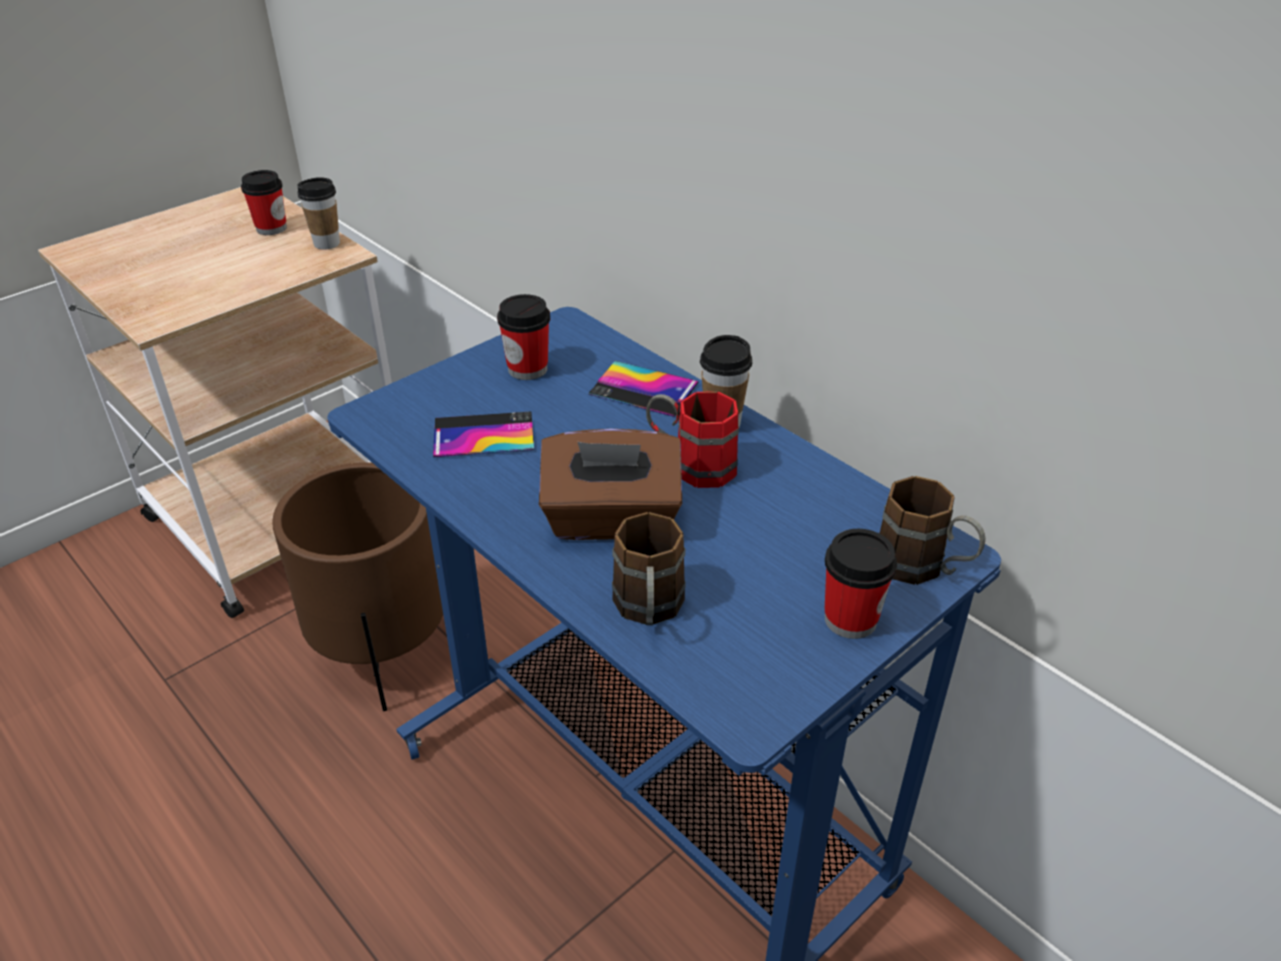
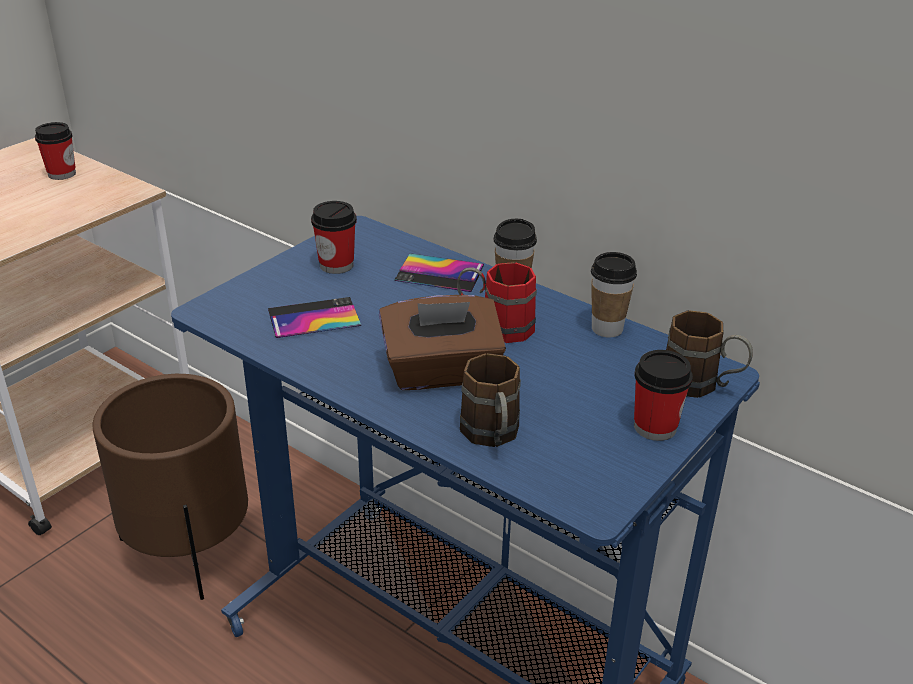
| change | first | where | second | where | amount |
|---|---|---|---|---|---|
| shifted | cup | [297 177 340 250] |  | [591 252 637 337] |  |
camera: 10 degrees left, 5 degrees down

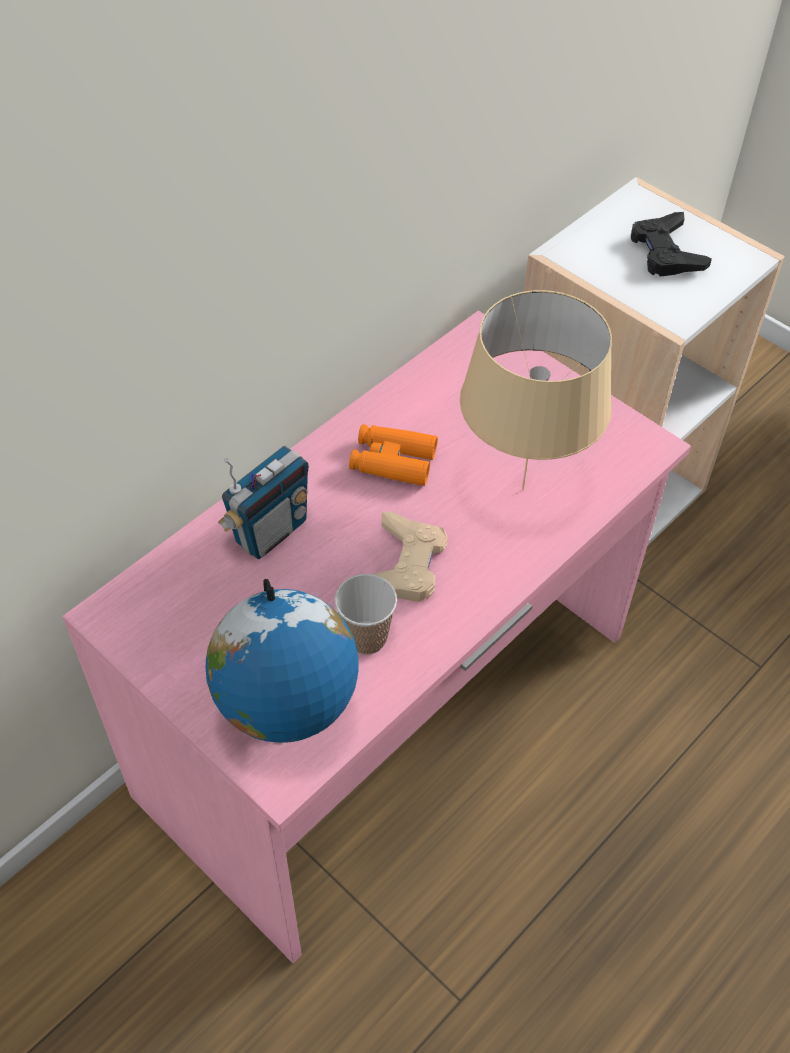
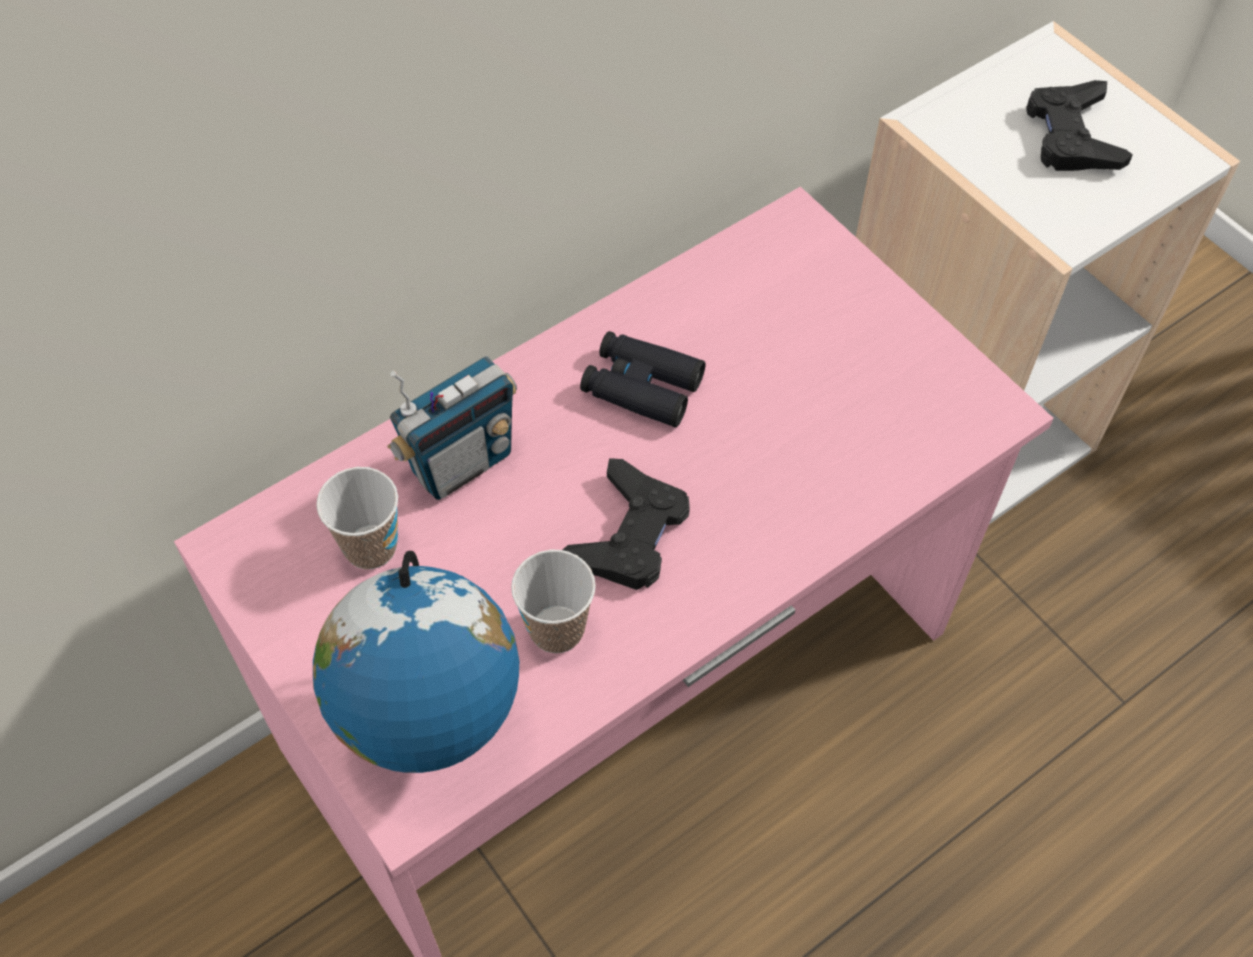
| change | first | where | second | where | amount |
|---|---|---|---|---|---|
| new |  |  | cup | [317 467 398 569] |  |
| repainted | beige game controller | [373 511 448 602] | black game controller | [563 458 690 590] |  |
| repainted | orange binoculars | [349 424 438 486] | black binoculars | [580 331 706 427] |  |
| gone | beige table lamp | [460 290 612 491] |  |  |  |
camera: 10 degrees right, 5 degrees up

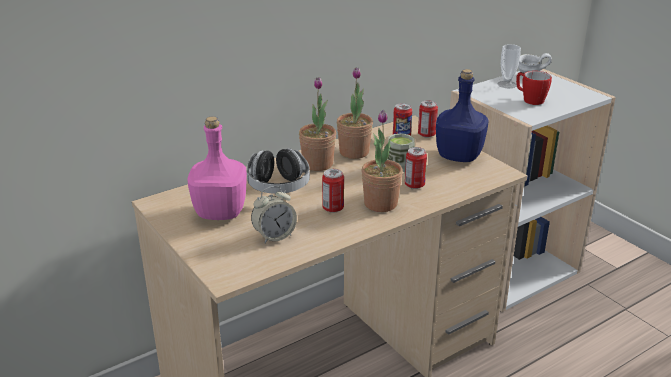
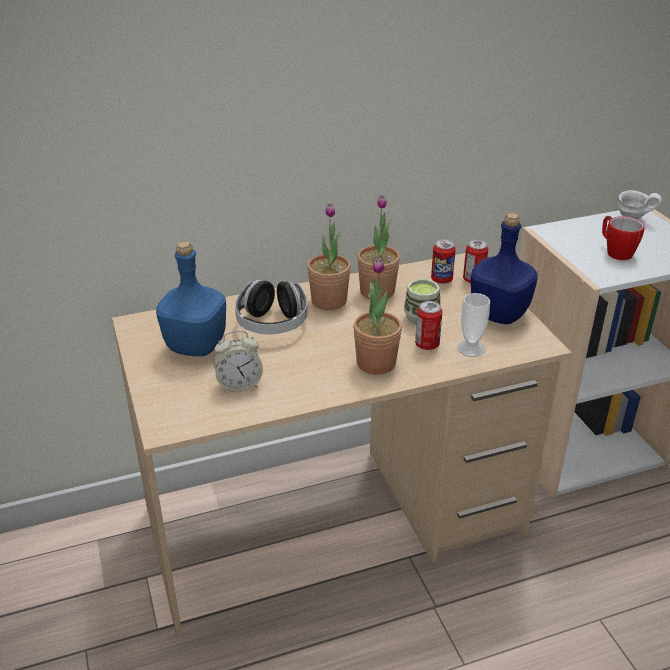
| change | first | where | second | where | amount |
|---|---|---|---|---|---|
| repainted | pink bottle | [187 116 247 220] | blue bottle | [156 241 226 356] |  |
| shifted | cup | [498 44 521 88] |  | [457 293 490 357] |  |
| gone | can | [322 169 344 213] |  |  |  |
camera: 15 degrees right, 5 degrees up

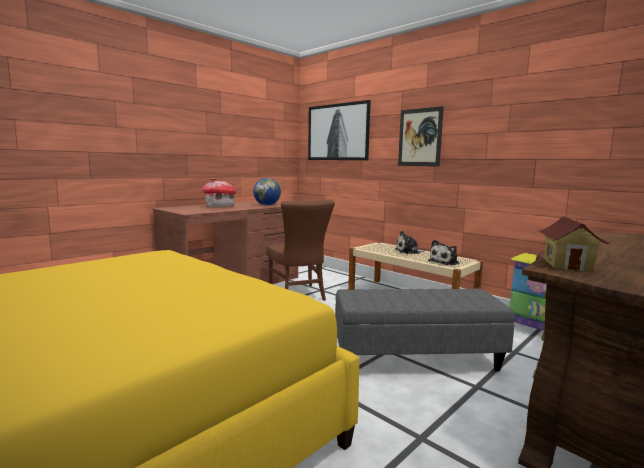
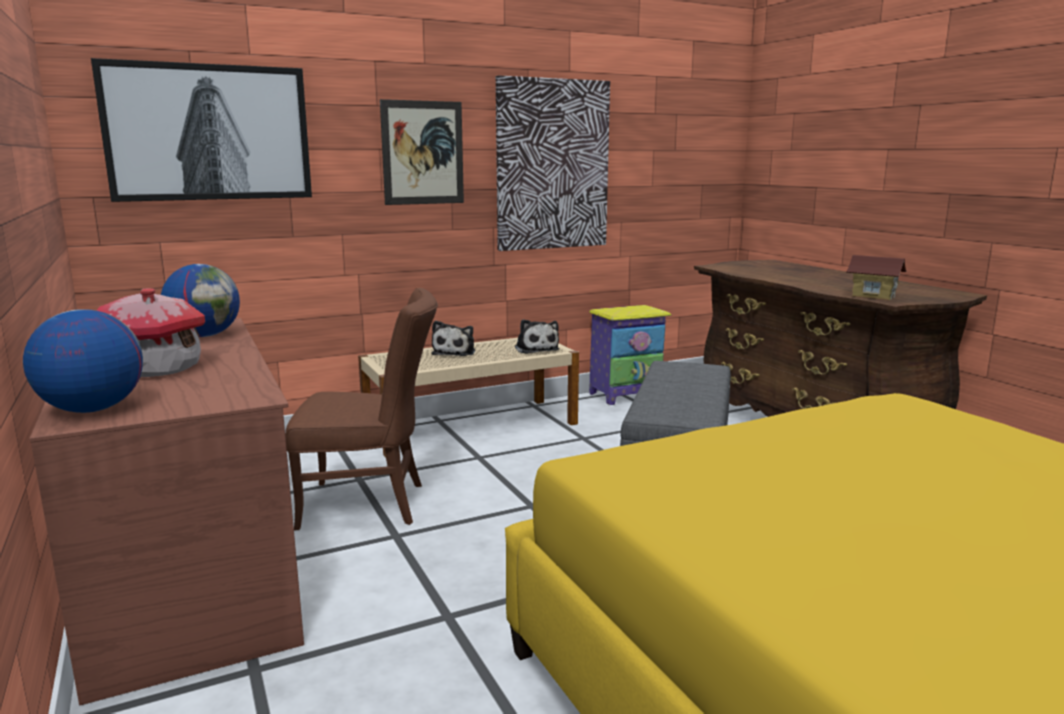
| change | first | where | second | where | amount |
|---|---|---|---|---|---|
| new |  |  | globe | [23 309 143 413] |  |
| new |  |  | picture | [496 75 610 251] |  |
camera: 70 degrees left, 5 degrees up

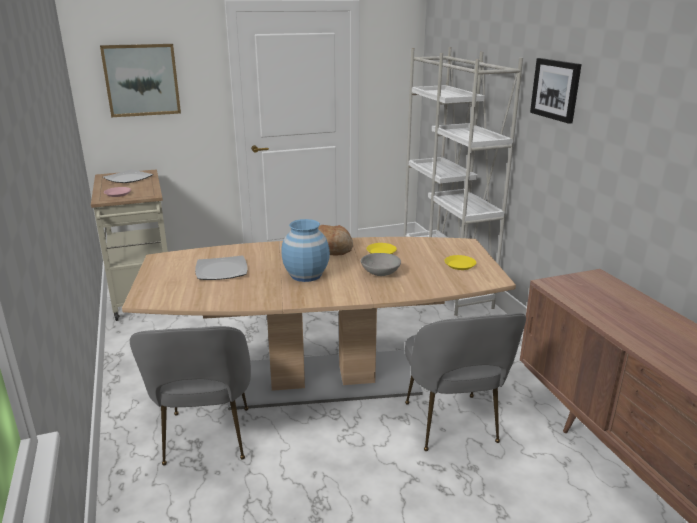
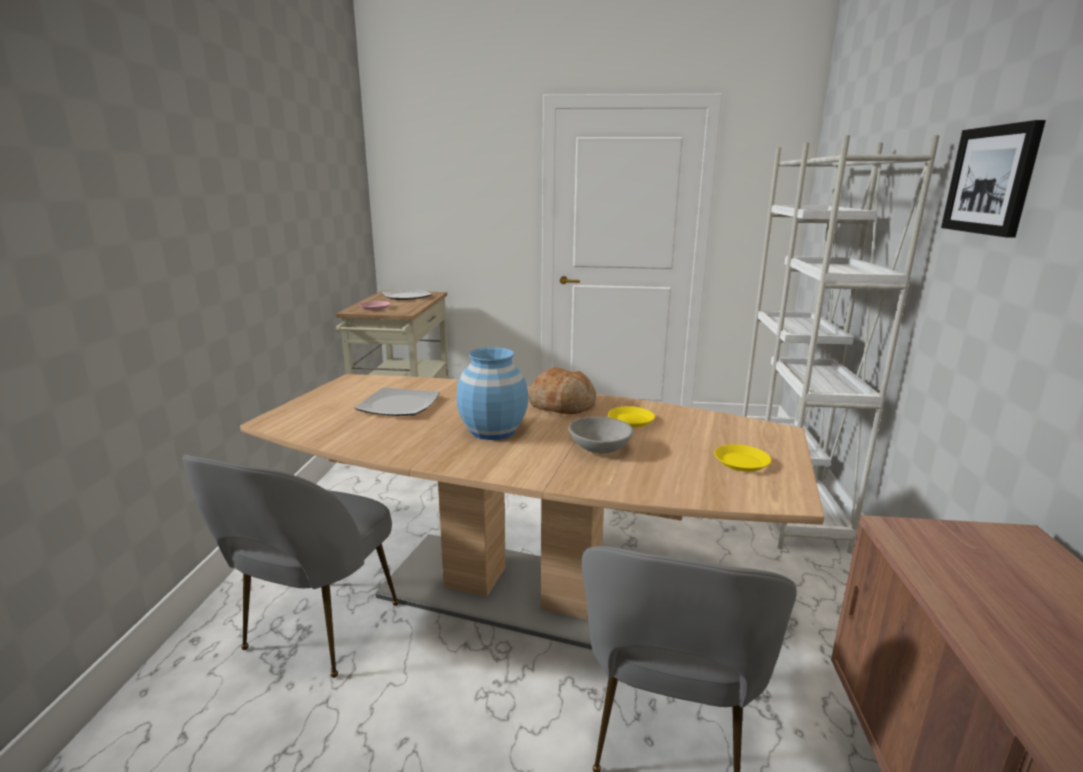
| change | first | where | second | where | amount |
|---|---|---|---|---|---|
| gone | picture | [100 44 181 117] |  |  |  |
camera: 25 degrees right, 5 degrees down

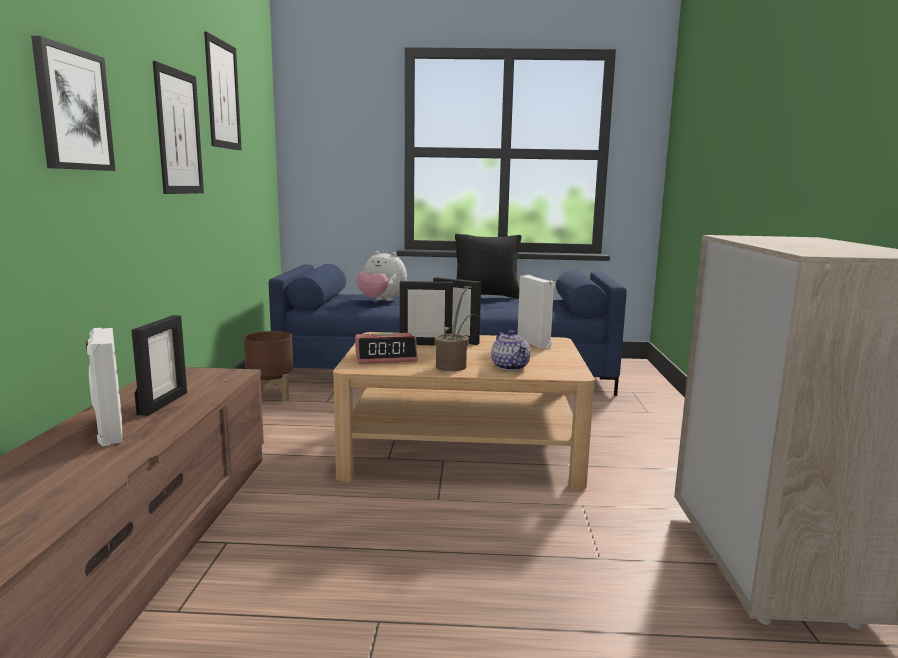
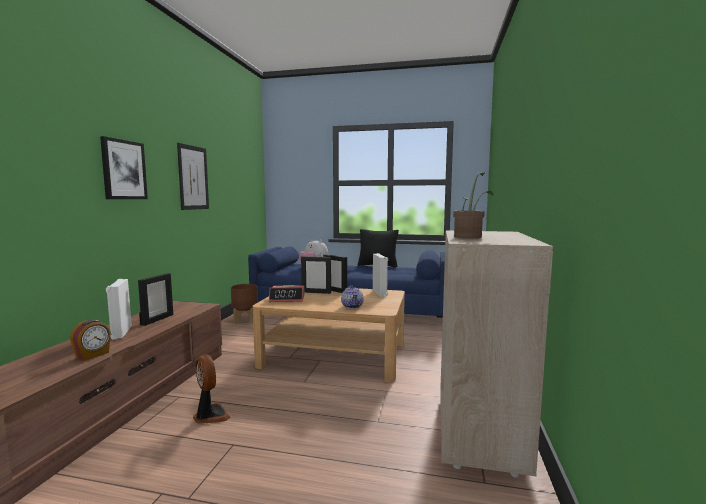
| change | first | where | second | where | amount |
|---|---|---|---|---|---|
| new |  |  | alarm clock | [70 319 111 361] |  |
| new |  |  | fan | [193 354 231 424] |  |
| shifted | potted plant | [434 286 480 371] |  | [453 172 493 239] |  |
| gone | picture | [204 31 242 150] |  |  |  |
camera: 10 degrees right, 5 degrees down

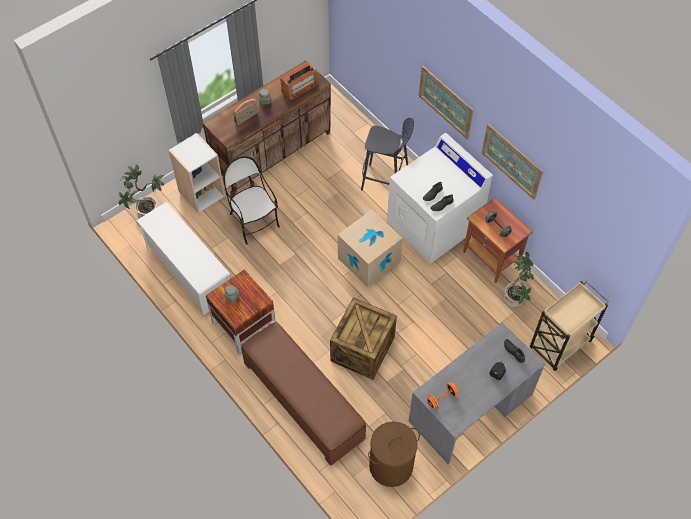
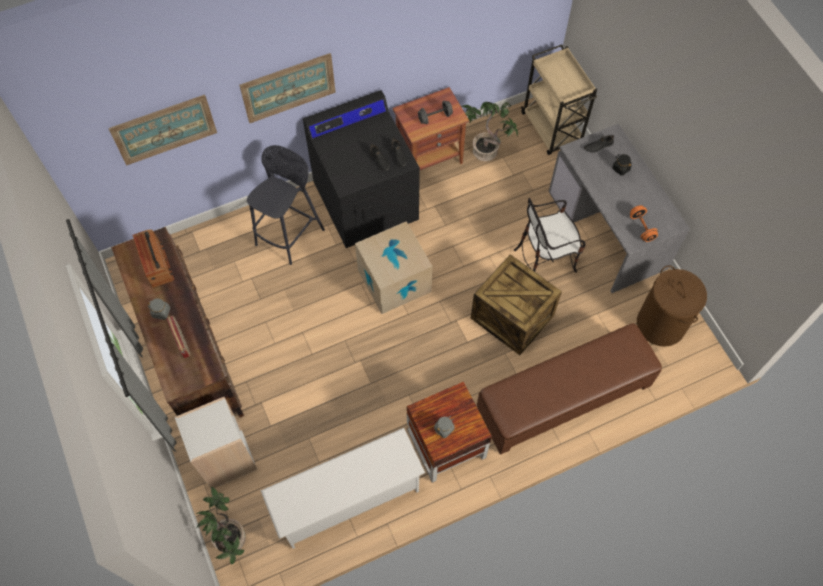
| change | first | where | second | where | amount |
|---|---|---|---|---|---|
| shifted | picture | [482 124 543 200] |  | [108 95 217 165] |  |
| repainted | white washing machine | [387 133 493 264] | black washing machine | [303 90 420 248] |  |
| shifted | chair | [223 156 280 244] |  | [514 198 586 273] |  |
camera: 75 degrees left, 5 degrees up

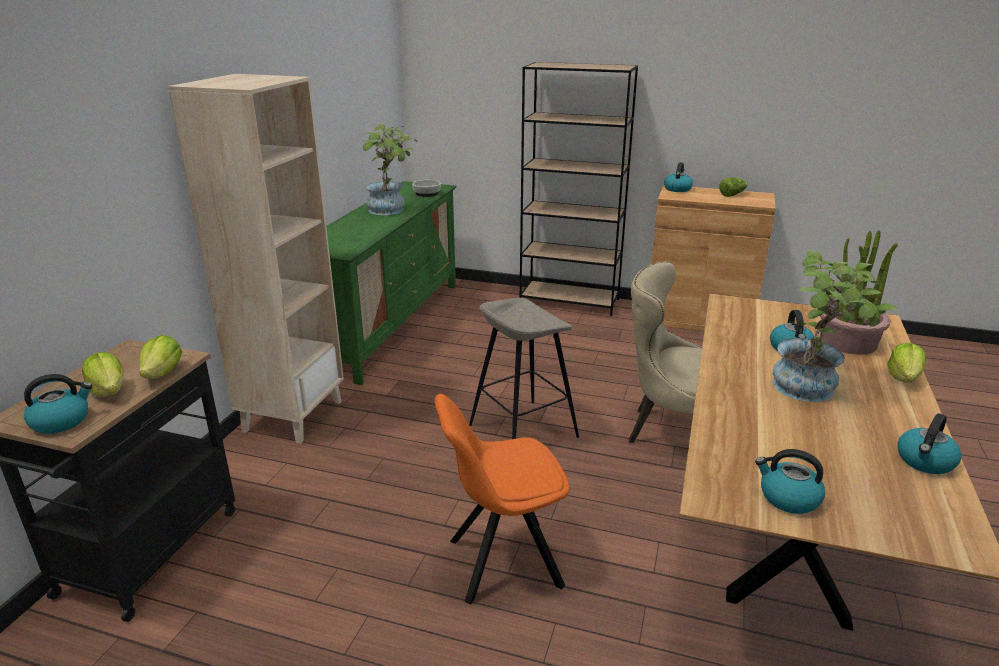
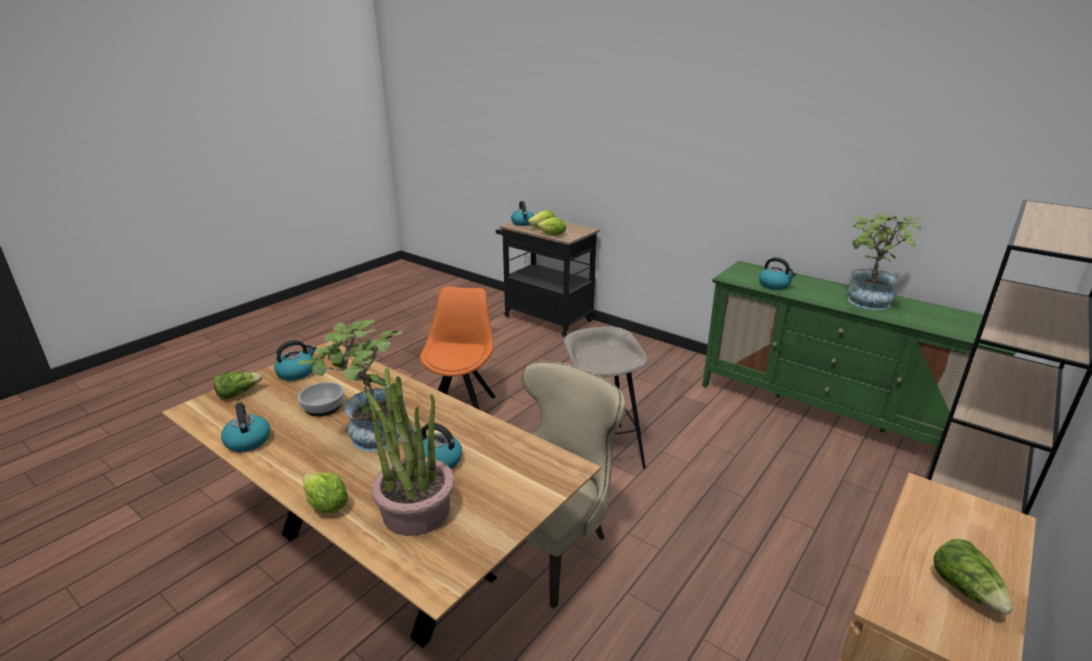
| change | first | where | second | where | amount |
|---|---|---|---|---|---|
| new |  |  | lettuce | [213 372 262 399] |  |
| shifted | bowl | [412 180 441 197] |  | [298 382 344 416] |  |
| shifted | kettle | [664 162 693 192] |  | [759 257 797 290] |  |
| gone | beige bookcase | [168 74 344 444] |  |  |  |
camera: 110 degrees right, 0 degrees up

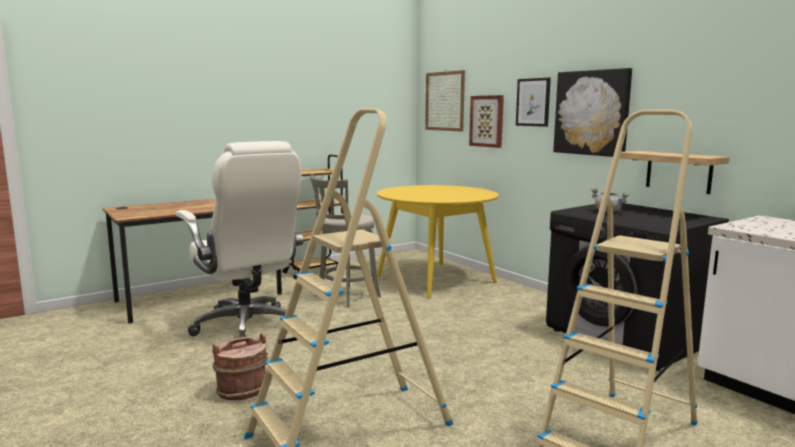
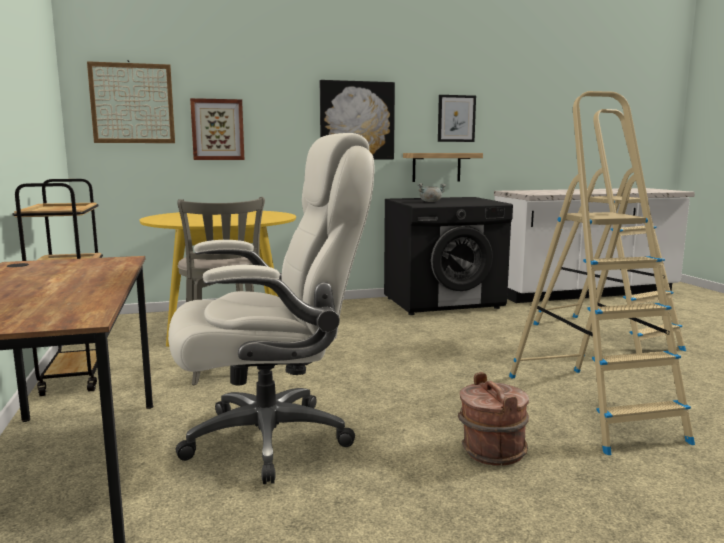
| change | first | where | second | where | amount |
|---|---|---|---|---|---|
| shifted | picture | [516 78 551 127] |  | [438 95 476 142] |  |
camera: 70 degrees left, 0 degrees up

